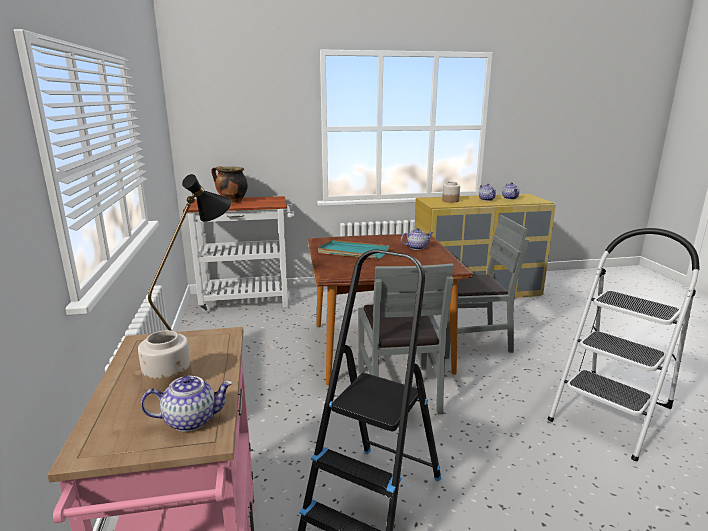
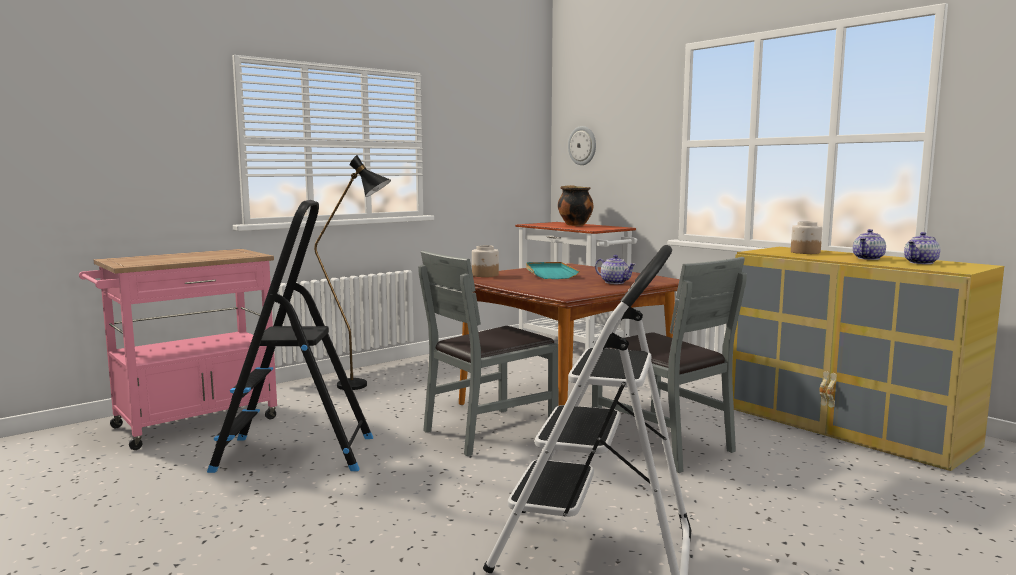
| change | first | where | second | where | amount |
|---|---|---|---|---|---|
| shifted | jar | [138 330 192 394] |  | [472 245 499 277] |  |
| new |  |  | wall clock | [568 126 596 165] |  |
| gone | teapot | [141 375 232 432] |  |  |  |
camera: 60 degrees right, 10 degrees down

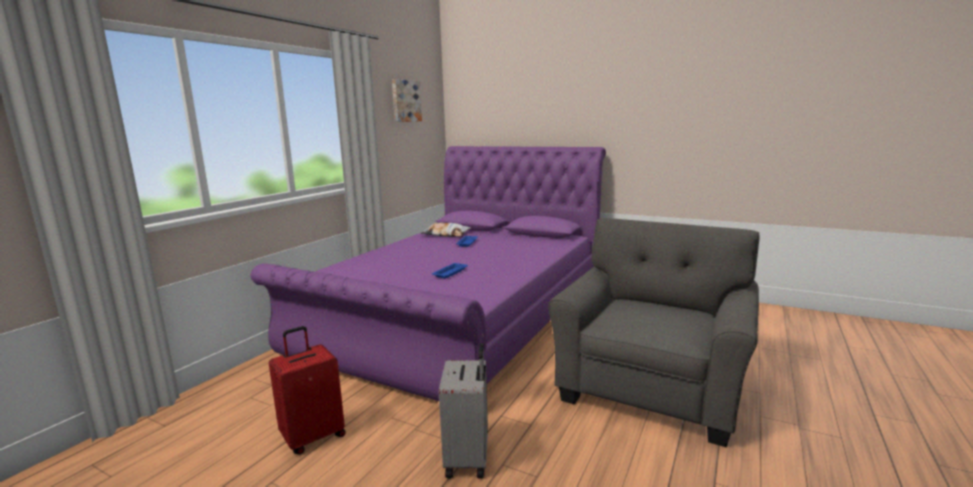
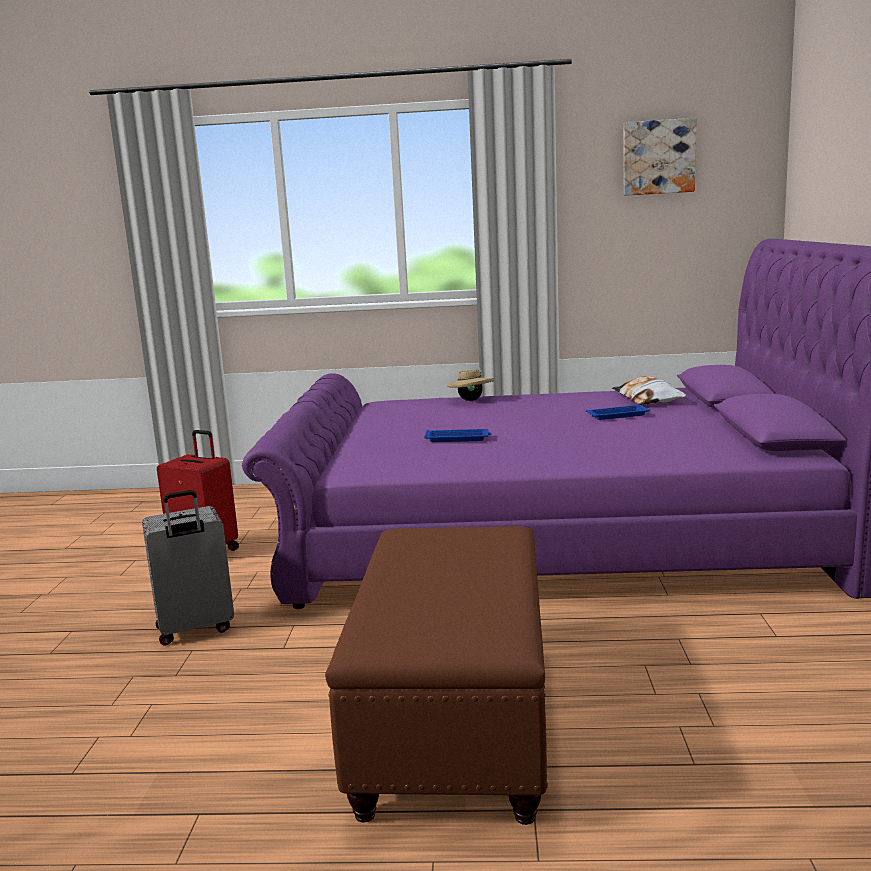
| change | first | where | second | where | amount |
|---|---|---|---|---|---|
| swapped | grey armchair | [548 218 760 447] | brown ottoman | [325 526 548 825] |  |
| new |  |  | beige hat | [447 368 494 401] |  |
camera: 65 degrees right, 0 degrees up

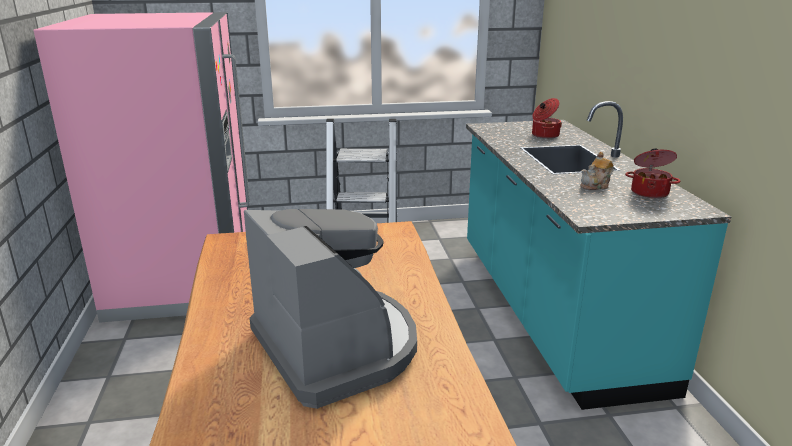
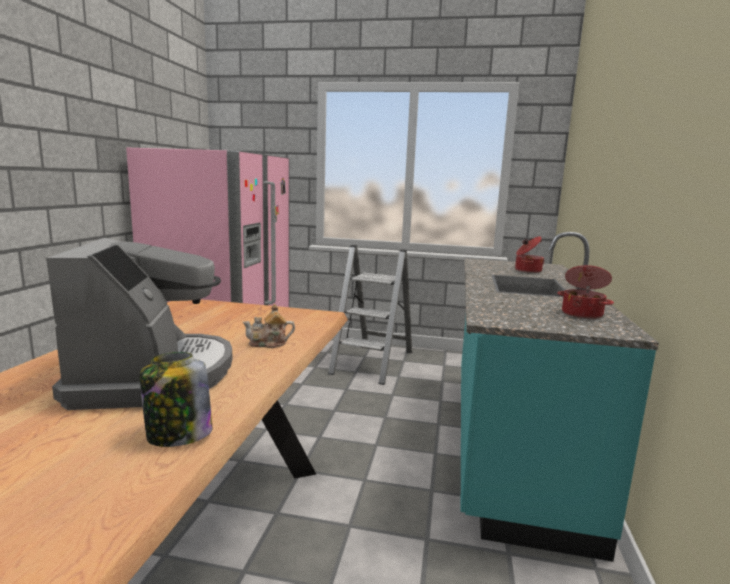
| change | first | where | second | where | amount |
|---|---|---|---|---|---|
| new |  |  | jar | [140 352 212 447] |  |
| shifted | teapot | [580 152 614 190] |  | [243 304 295 348] |  |
camera: 20 degrees right, 10 degrees down

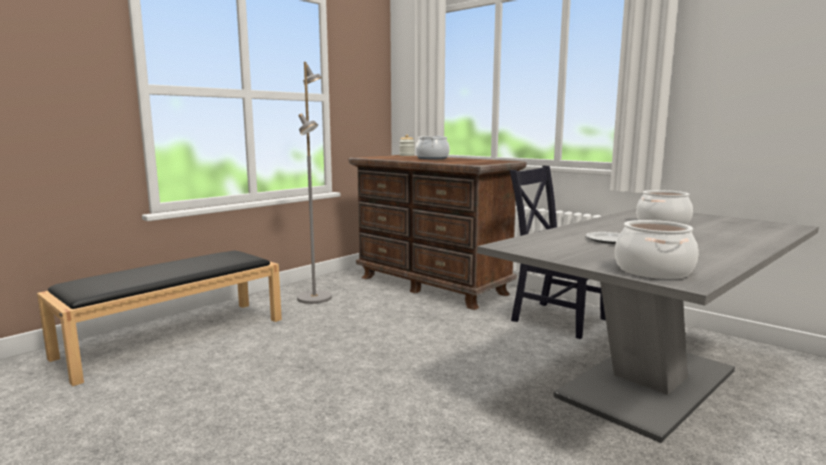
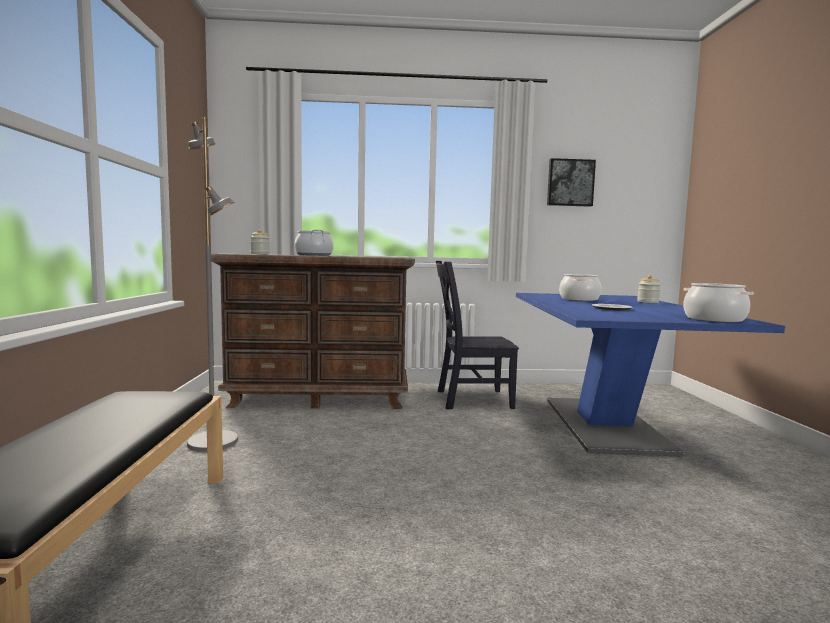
| change | first | where | second | where | amount |
|---|---|---|---|---|---|
| repainted | grey dining table | [477 209 819 443] | blue dining table | [516 293 785 457] |  |
| new |  |  | picture | [547 158 596 207] |  |
| new |  |  | jar | [637 275 661 303] |  |
camera: 45 degrees left, 5 degrees down

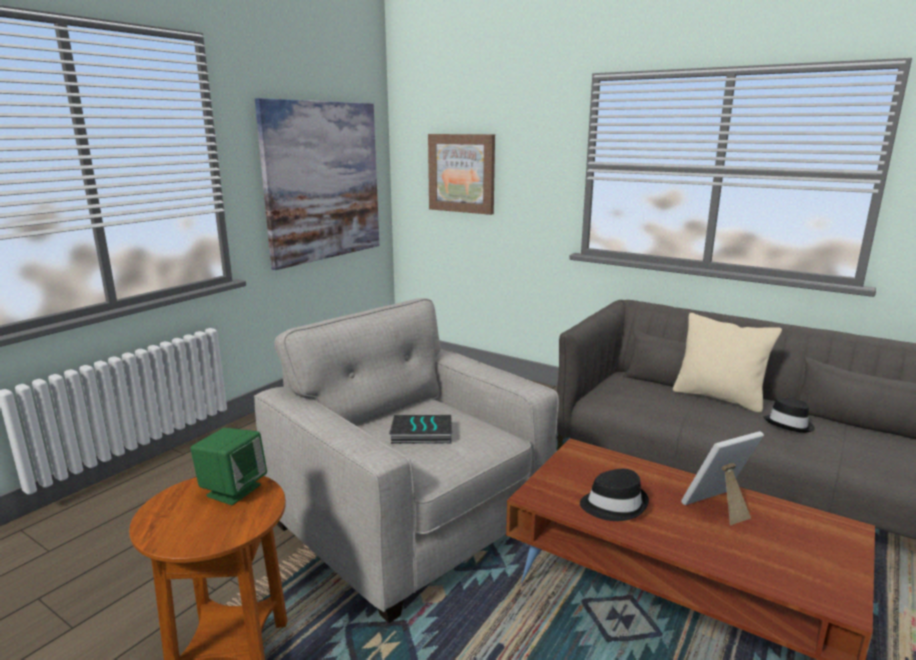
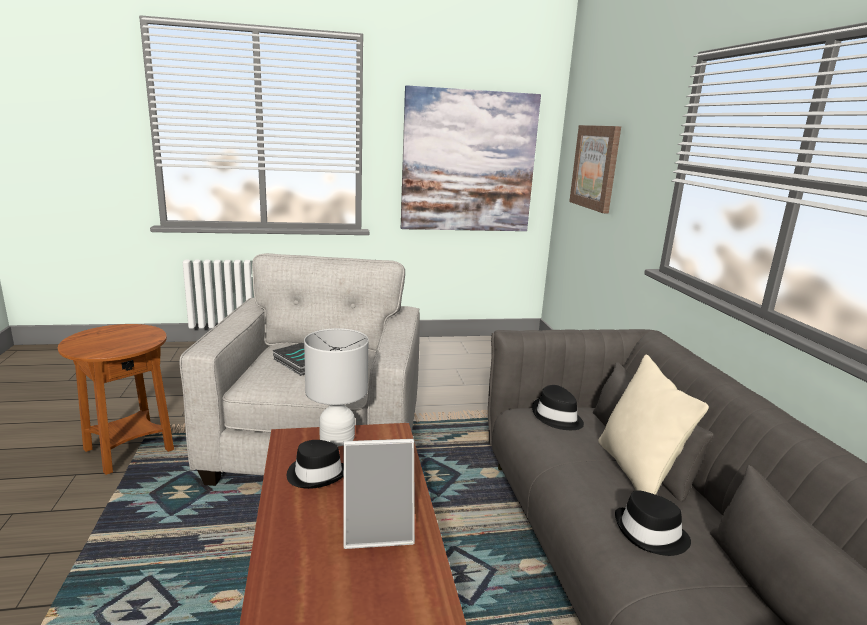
| change | first | where | second | where | amount |
|---|---|---|---|---|---|
| new |  |  | grey table lamp | [304 328 368 446] |  |
| rotated | picture frame | [681 431 764 525] |  | [343 439 415 549] | 150 degrees clockwise |
| new |  |  | black hat | [532 385 584 430] |  |
| gone | green speaker | [190 428 267 505] |  |  |  |
camera: 45 degrees right, 0 degrees up

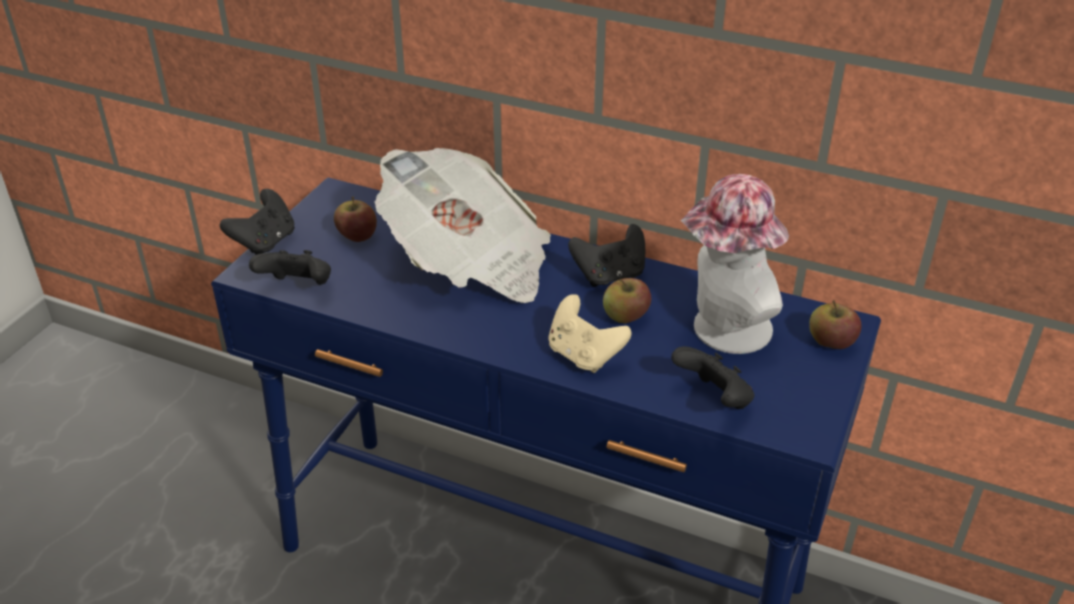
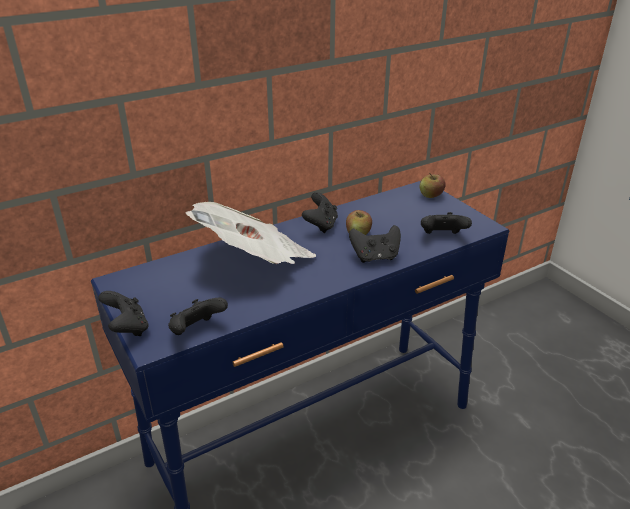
| change | first | where | second | where | amount |
|---|---|---|---|---|---|
| repainted | beige game controller | [548 294 632 373] | black game controller | [349 225 401 263] |  |
| gone | apple | [334 196 377 242] |  |  |  |
| gone | hat | [681 174 789 354] |  |  |  |
camera: 55 degrees left, 5 degrees down

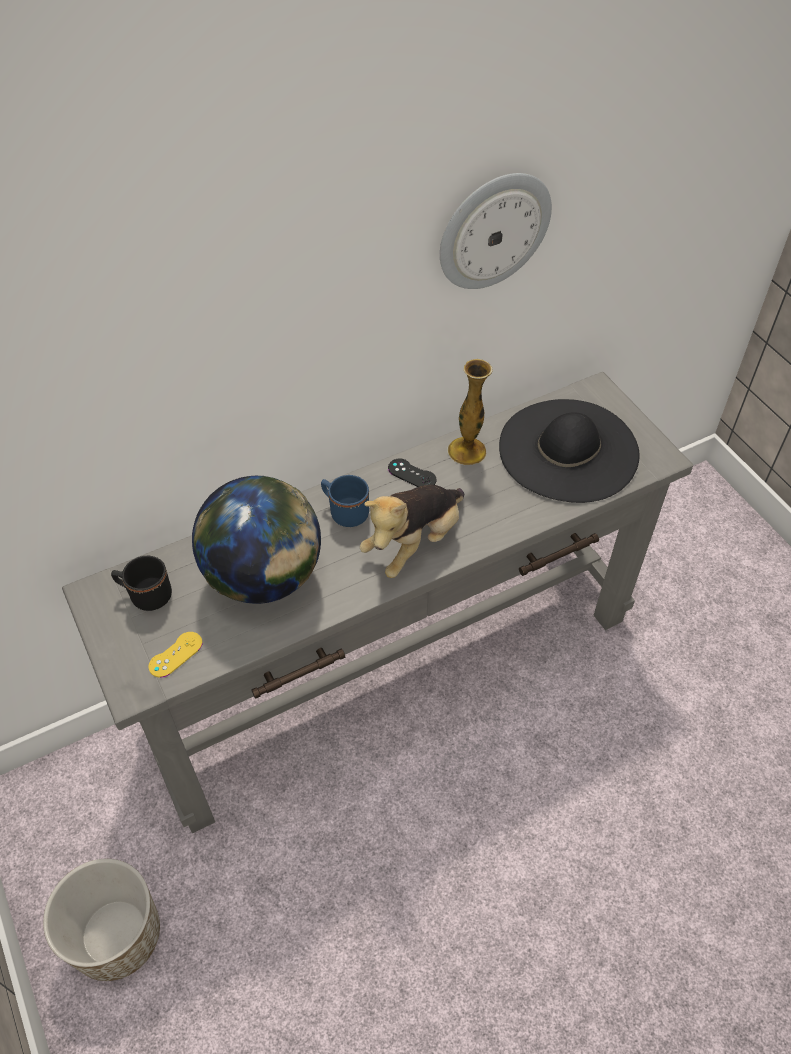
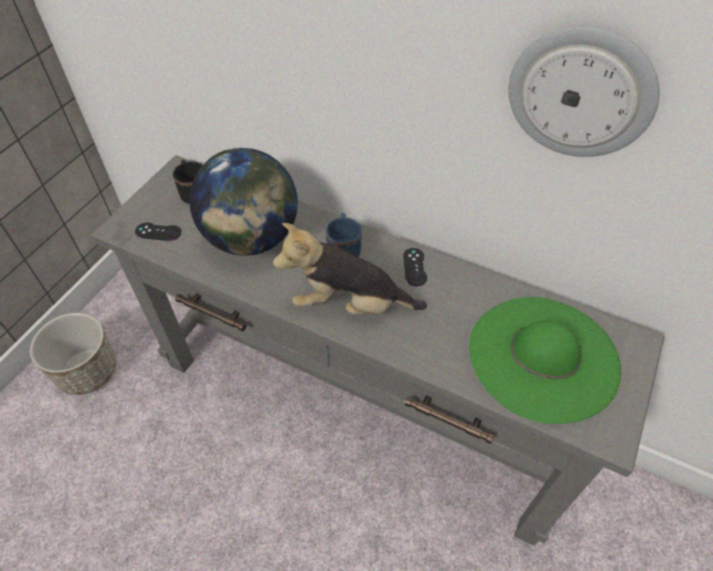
| change | first | where | second | where | amount |
|---|---|---|---|---|---|
| repainted | yellow game controller | [148 632 203 678] | black game controller | [135 223 181 241] |  |
| repainted | black hat | [499 399 640 503] | green hat | [469 297 621 424] |  |
| gone | vase | [447 359 493 465] |  |  |  |
camera: 55 degrees right, 0 degrees up

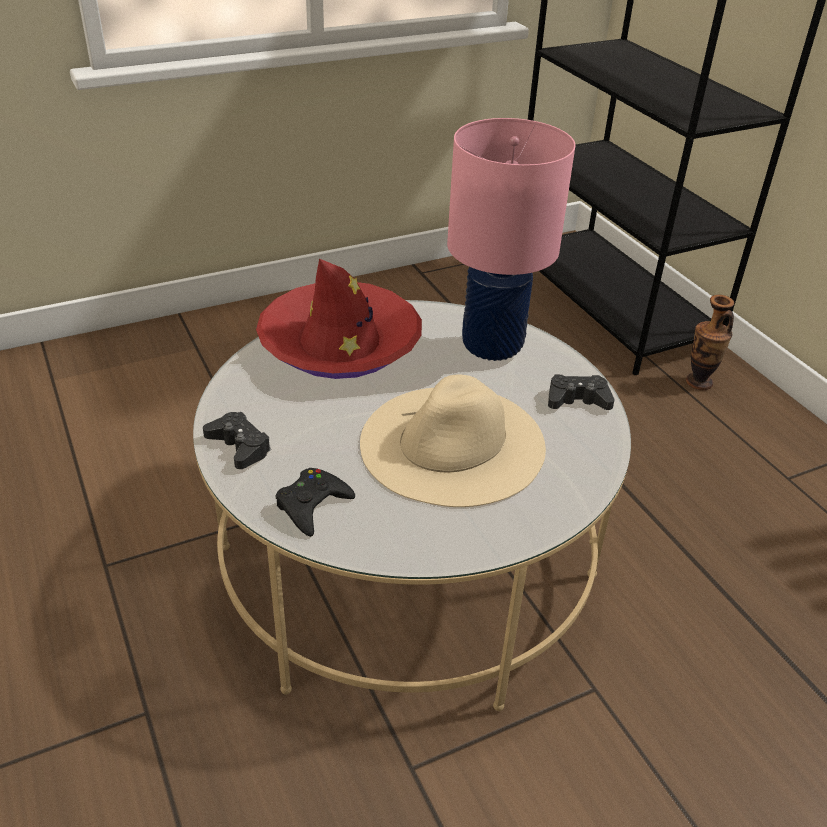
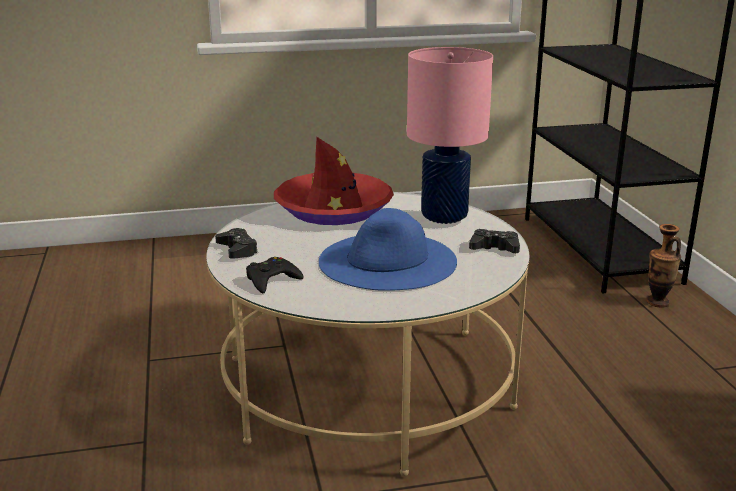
| change | first | where | second | where | amount |
|---|---|---|---|---|---|
| repainted | beige hat | [360 374 546 507] | blue hat | [319 208 457 291] |  |
camera: 15 degrees right, 15 degrees down

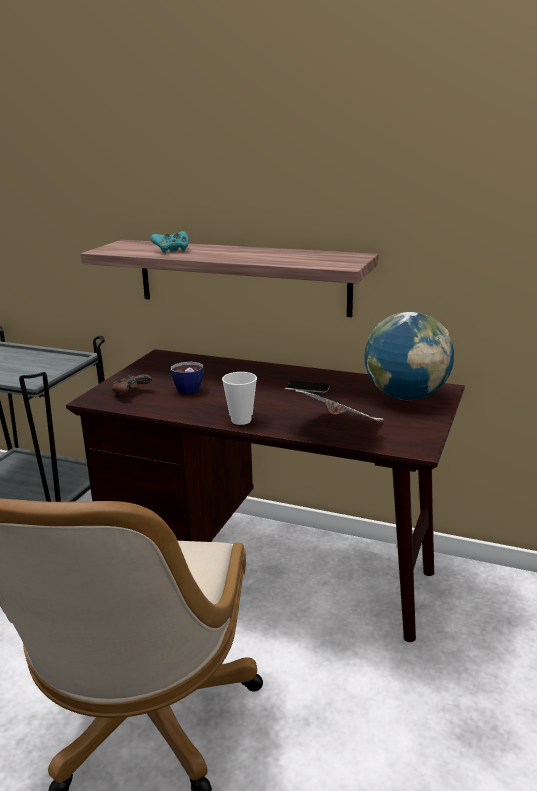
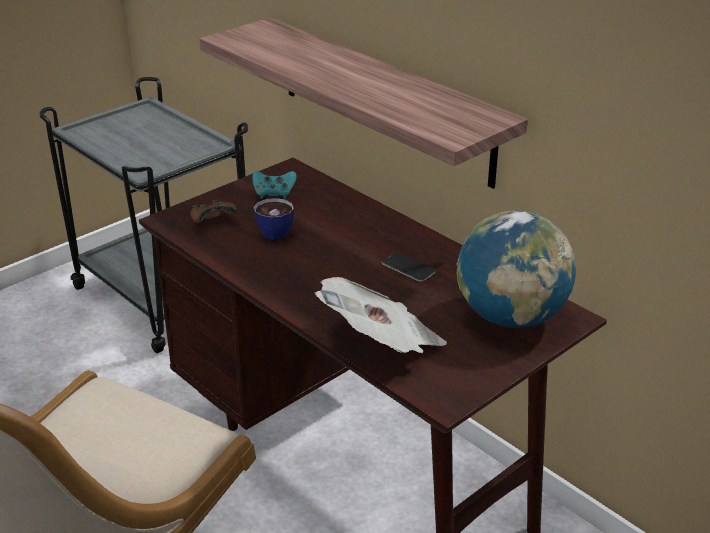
| change | first | where | second | where | amount |
|---|---|---|---|---|---|
| shifted | turquoise game controller | [150 231 189 254] |  | [252 171 297 199] |  |
| gone | cup | [222 372 257 425] |  |  |  |
camera: 25 degrees right, 10 degrees up

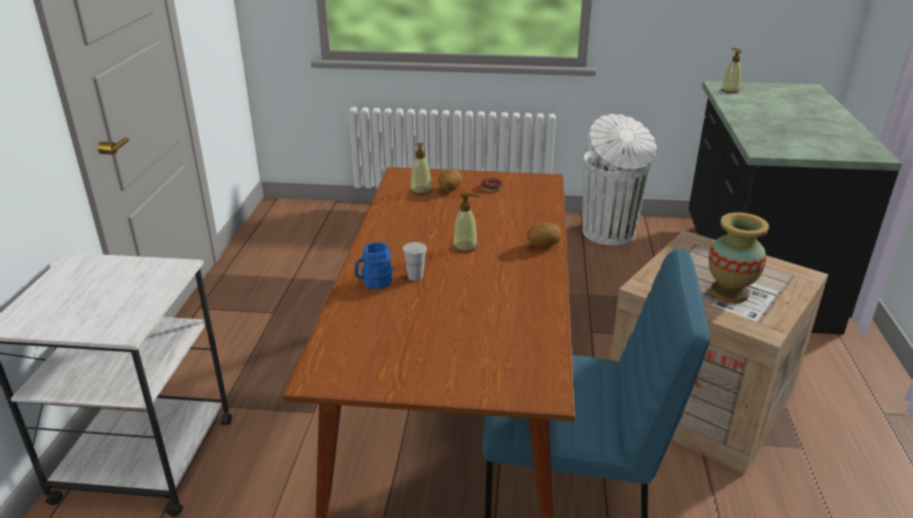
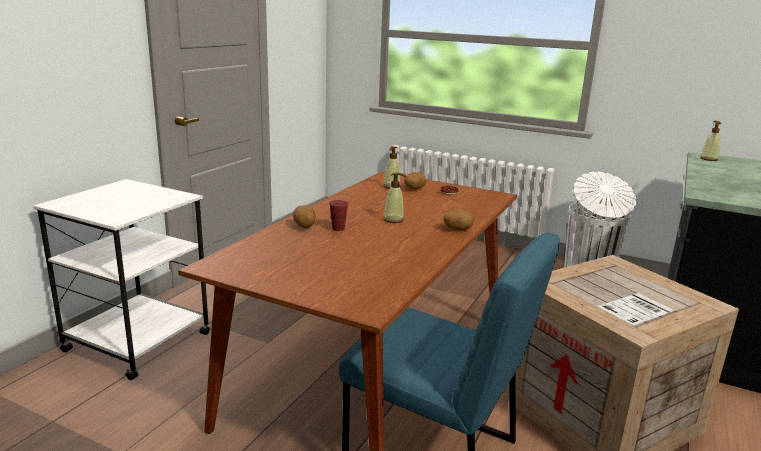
| change | first | where | second | where | amount |
|---|---|---|---|---|---|
| swapped | blue mug | [355 242 393 289] | potato | [293 205 316 228] |  |
| repainted | white cup | [402 242 427 281] | red cup | [329 200 349 231] |  |
| gone | vase | [708 212 769 303] |  |  |  |
camera: 20 degrees right, 10 degrees down

